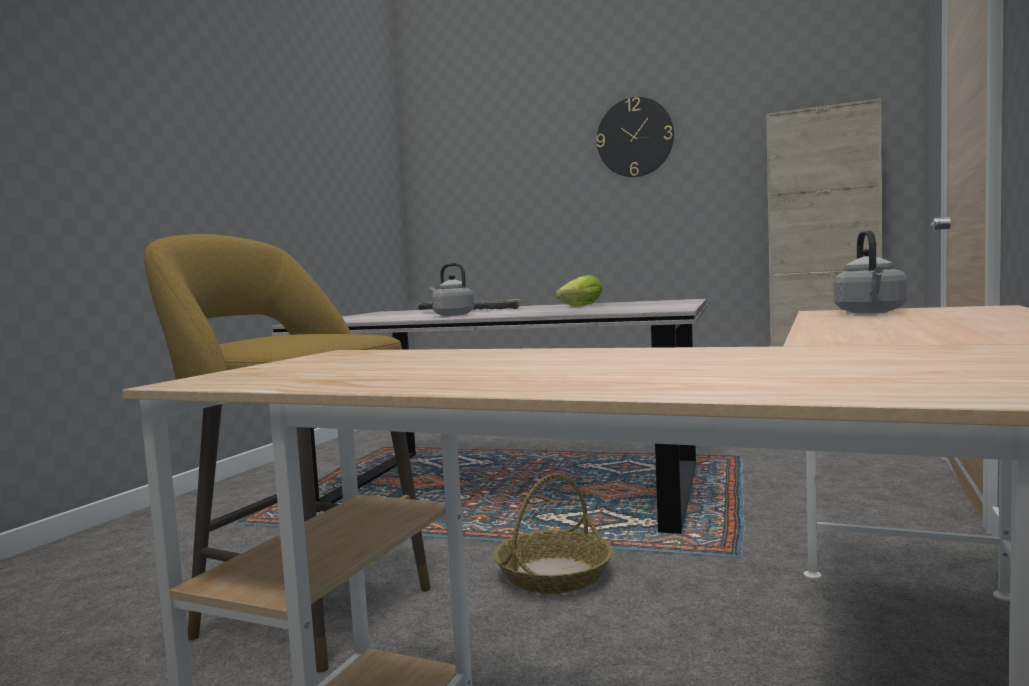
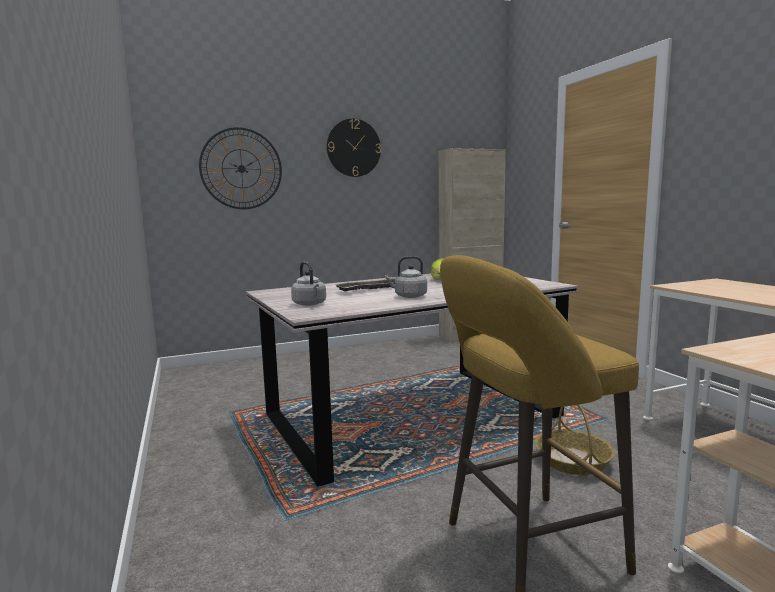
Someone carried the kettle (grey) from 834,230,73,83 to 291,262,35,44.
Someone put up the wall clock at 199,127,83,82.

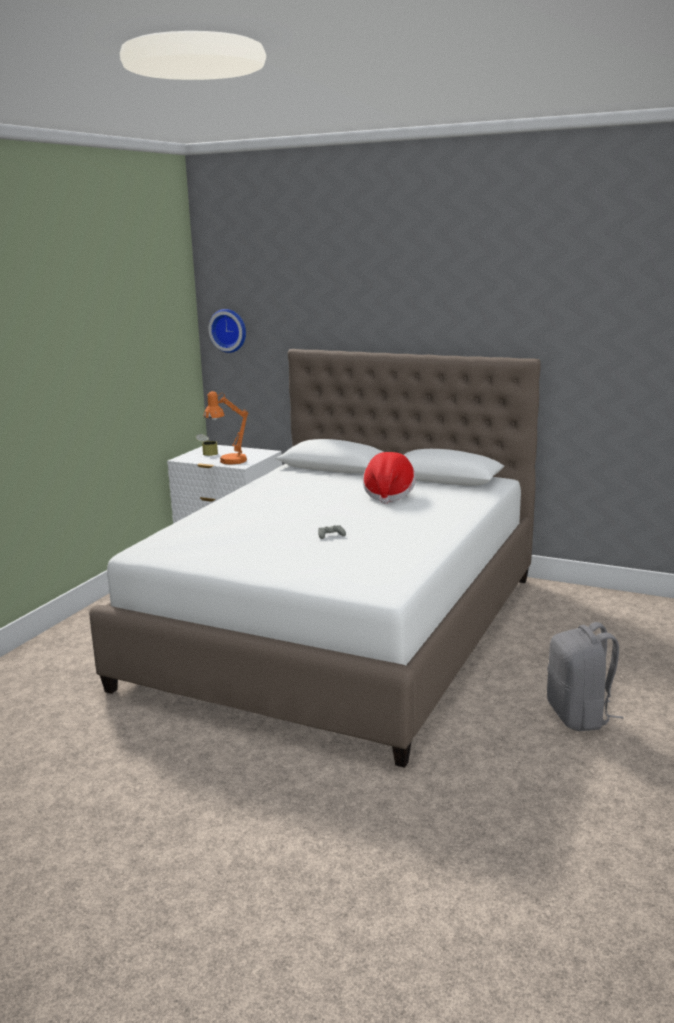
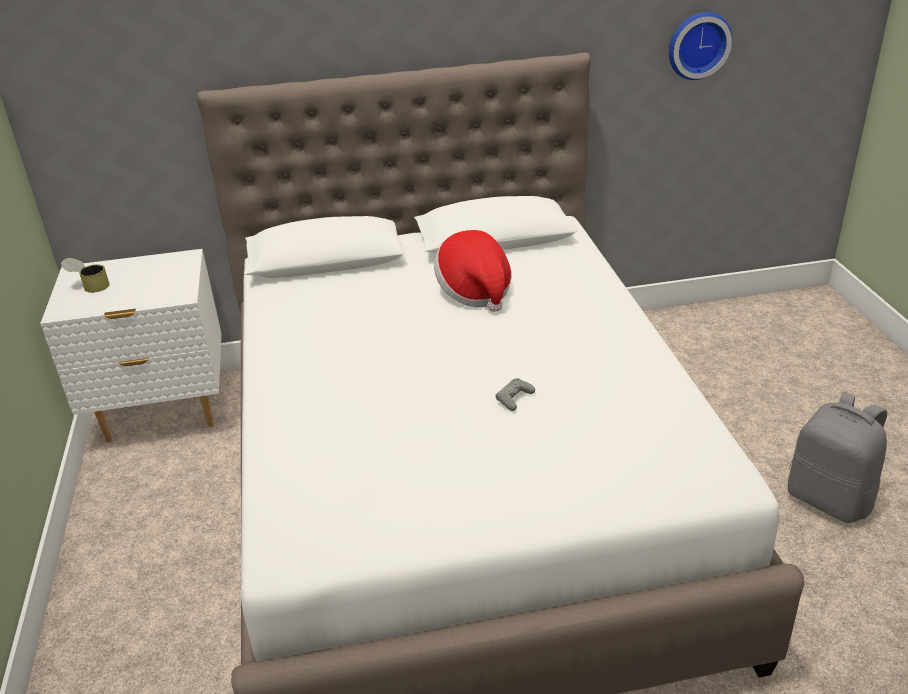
Someone took away the table lamp (orange) at 203,391,45,74.
Someone carried the wall clock from 208,309,38,44 to 669,12,63,68.

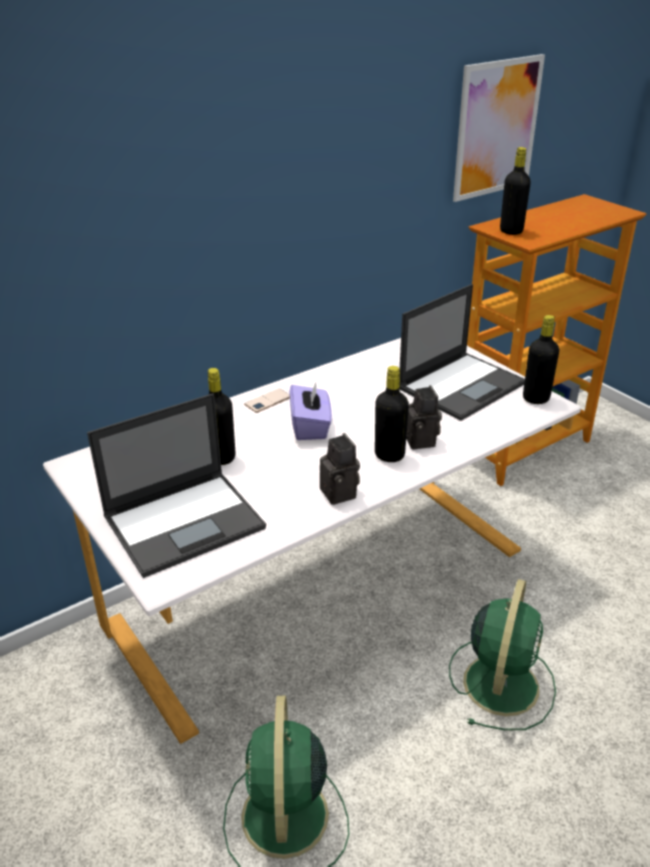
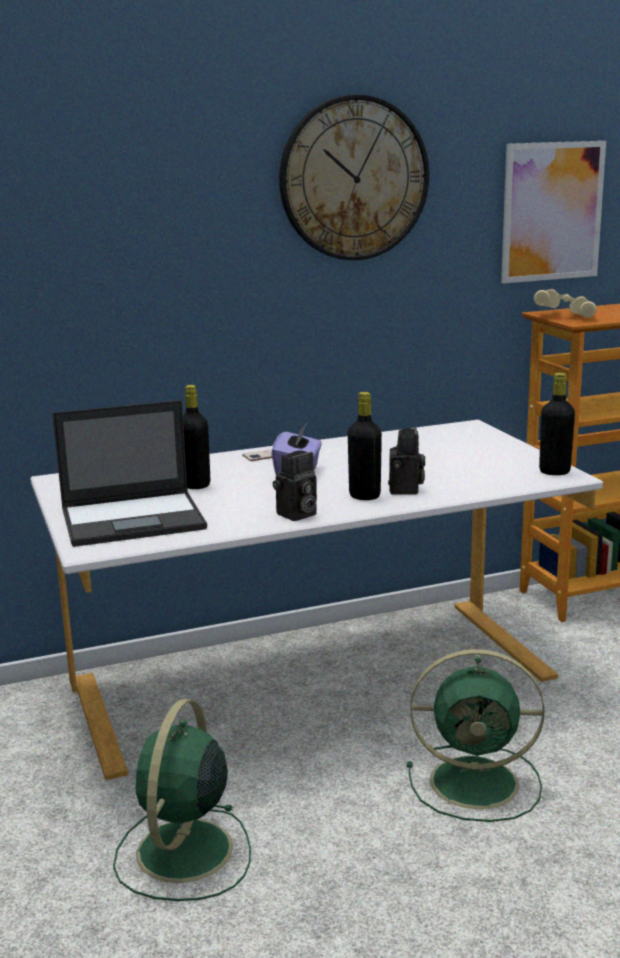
Someone rotated the photo camera at 320,433,40,72 by 60 degrees clockwise.
Someone took away the laptop at 399,284,126,137.
Someone rotated the fan (green) at 449,579,107,151 by 60 degrees clockwise.
Someone swapped the bottle (black) at 500,147,31,88 for the binoculars (beige) at 534,289,63,29.
Someone put up the wall clock at 279,95,150,165.

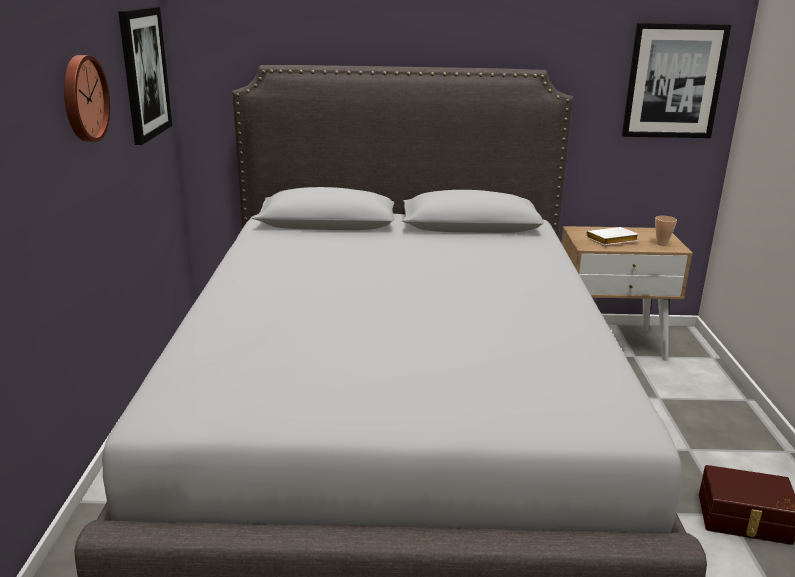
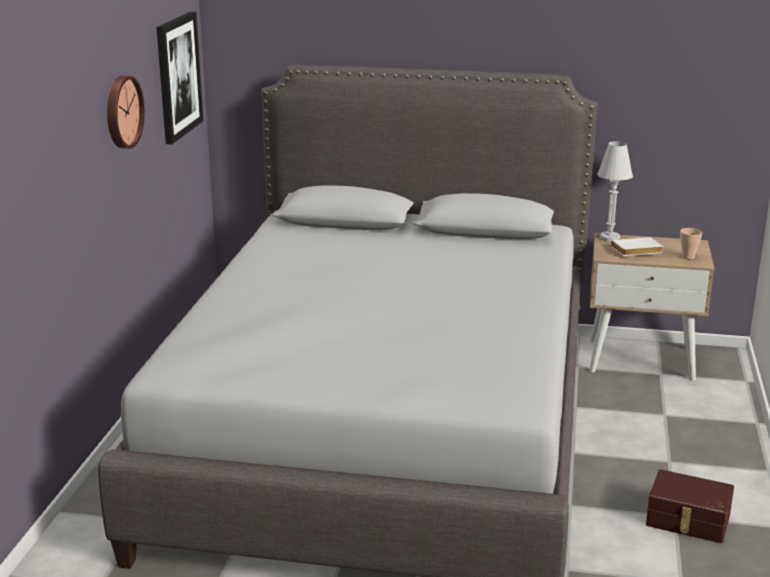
Someone took away the picture at 622,23,109,115.
Someone put down the table lamp (white) at 597,141,36,101.

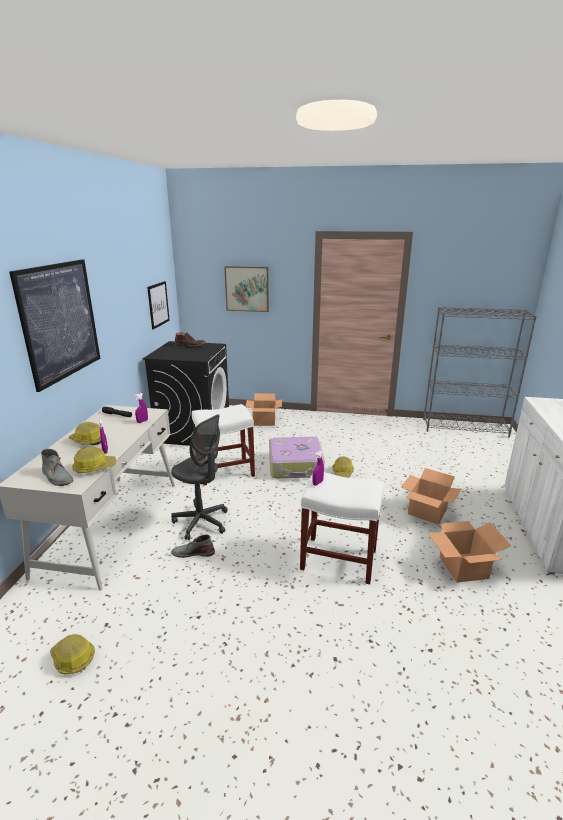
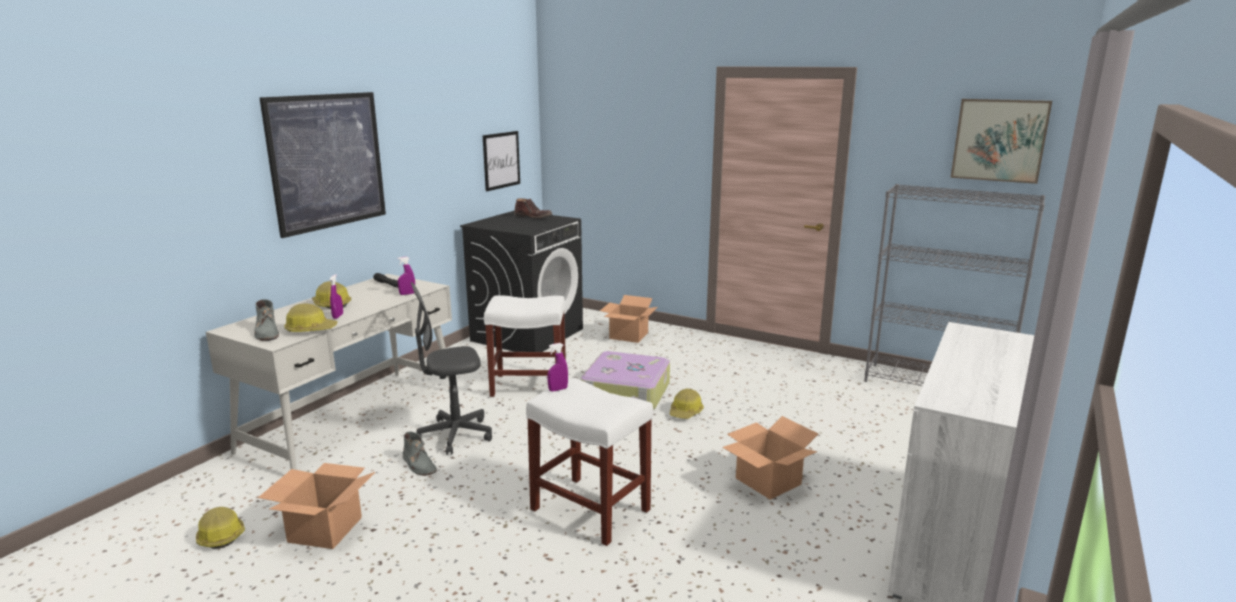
Someone rotated the office chair (grey) at 171,414,57,126 by 105 degrees clockwise.
Someone rotated the boot (grey) at 171,534,44,24 by 150 degrees counterclockwise.
Someone carried the picture from 224,266,45,46 to 950,99,102,85.
Someone carried the cardboard box from 429,521,82,62 to 258,463,117,86.

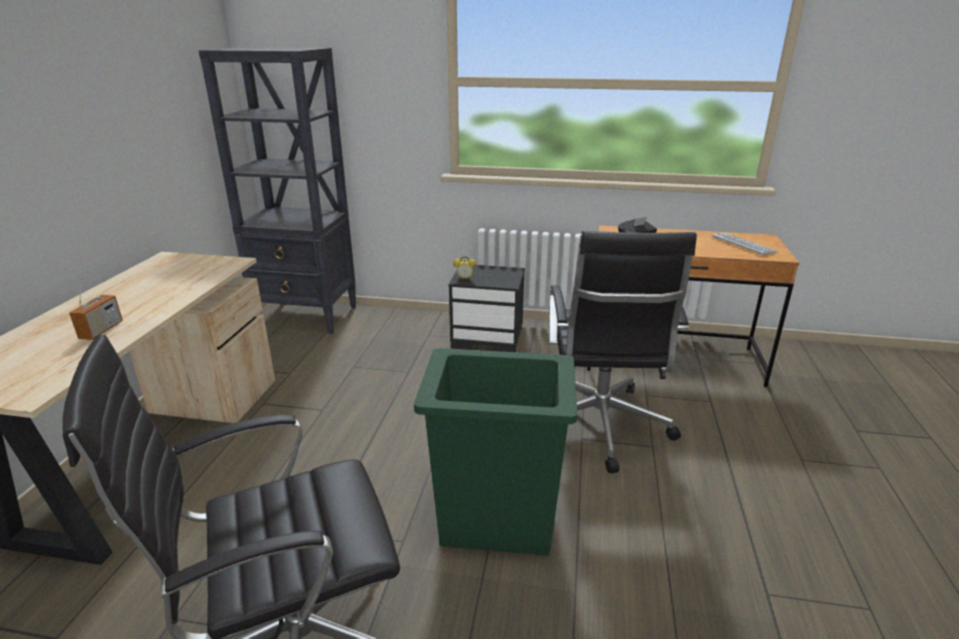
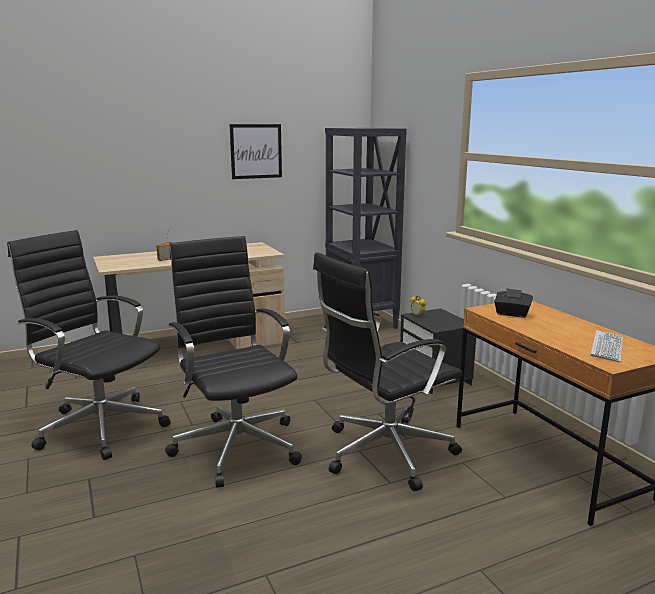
Someone swapped the trash can (green) at 414,348,163,208 for the office chair (black) at 165,236,137,252.
Someone put up the picture at 230,124,52,55.

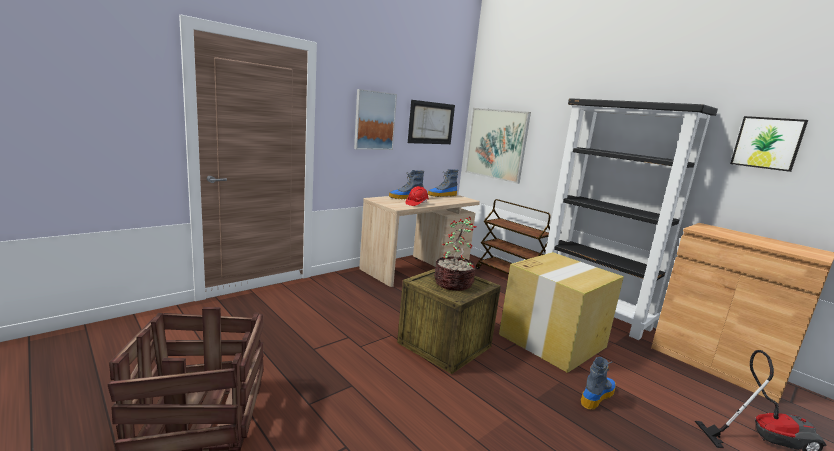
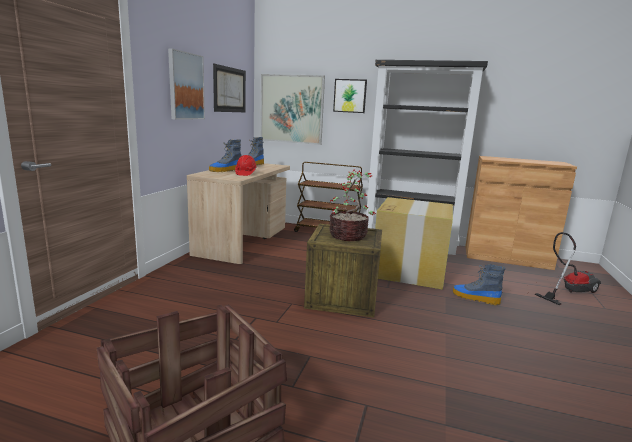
Someone rotated the boot at 581,357,35,53 by 75 degrees counterclockwise.
Someone carried the picture from 730,116,78,56 to 333,79,34,34.

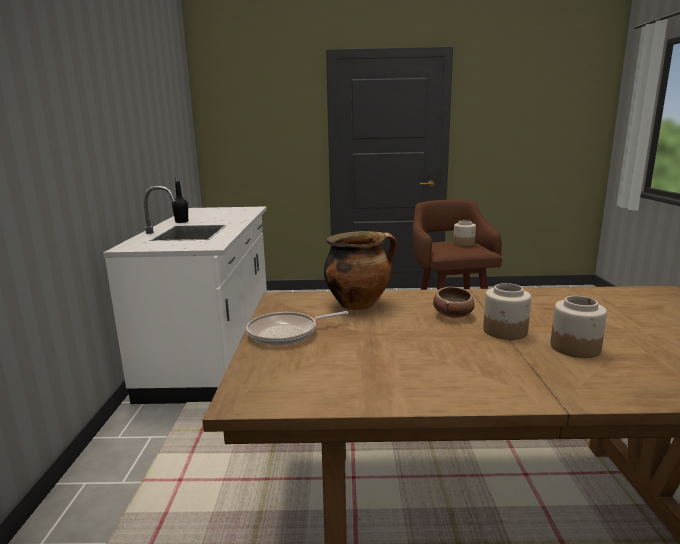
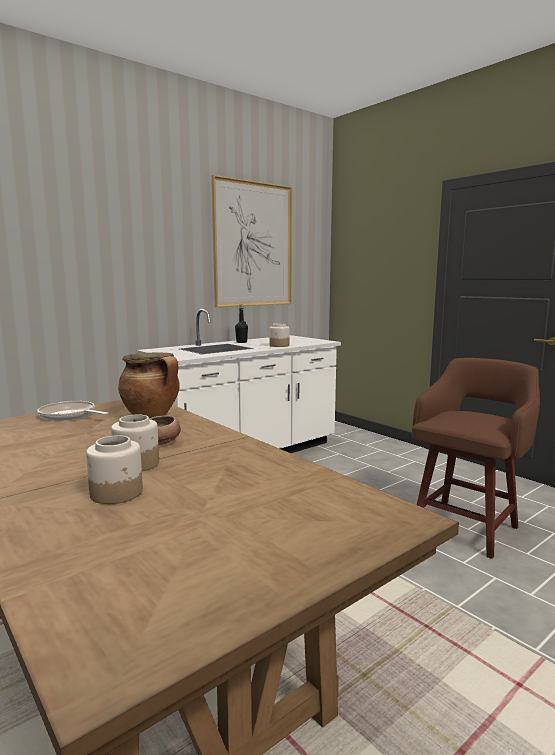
Someone carried the jar from 453,220,23,26 to 269,323,20,24.
Someone put up the picture at 212,175,80,132.

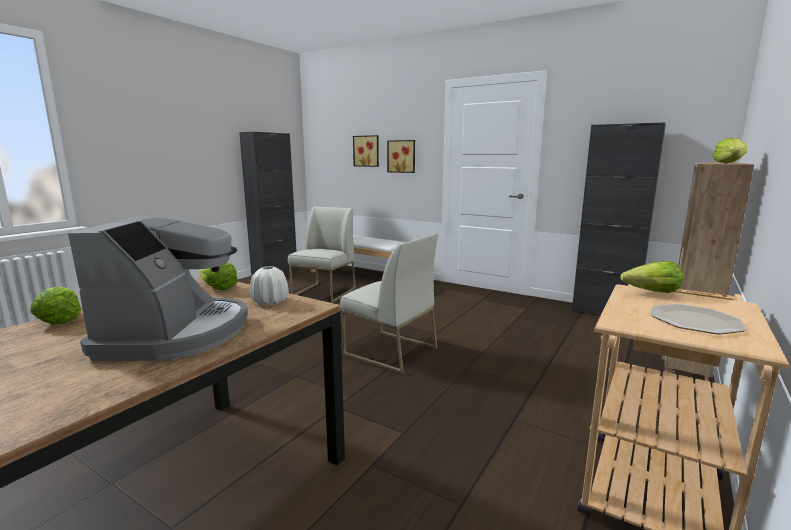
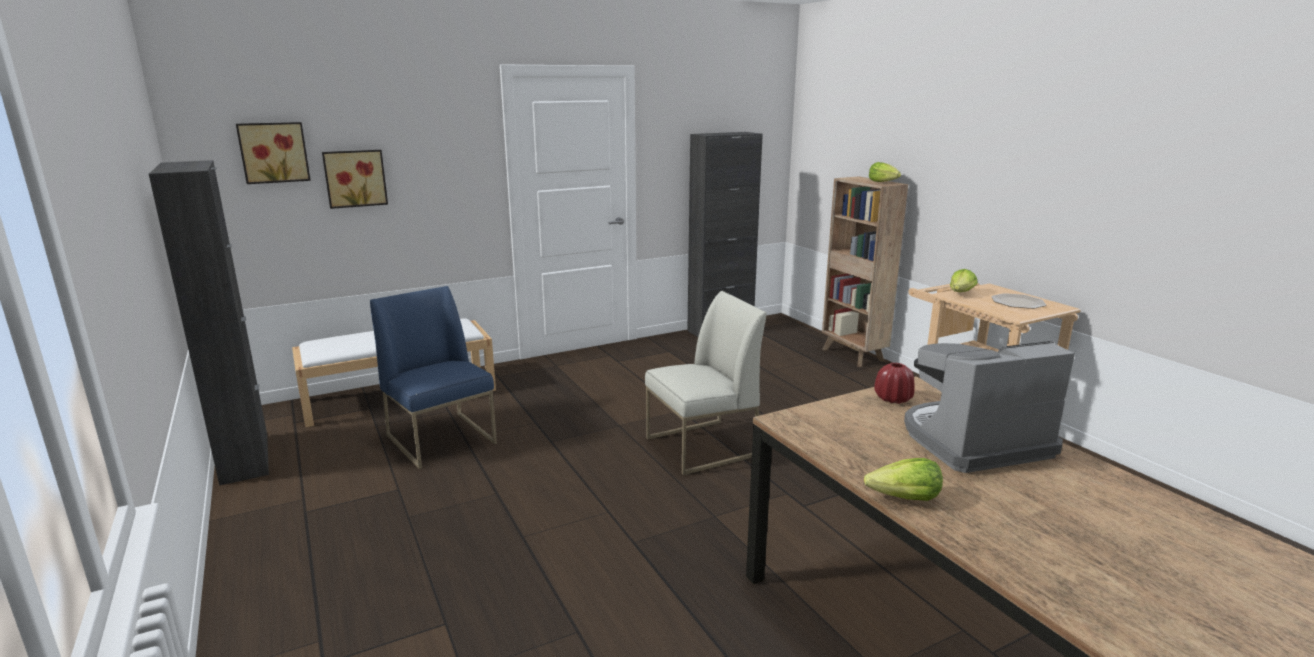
Someone rotated the coffee machine at 68,215,180,146 by 45 degrees counterclockwise.
Someone took away the lettuce at 199,263,39,27.
Someone repainted the vase (white) at 250,266,39,39, which became the vase (red) at 874,363,40,41.
Someone repainted the chair (white) at 288,207,68,96, which became the chair (blue) at 370,286,127,183.
Someone carried the picture from 387,140,28,33 to 236,122,75,62.

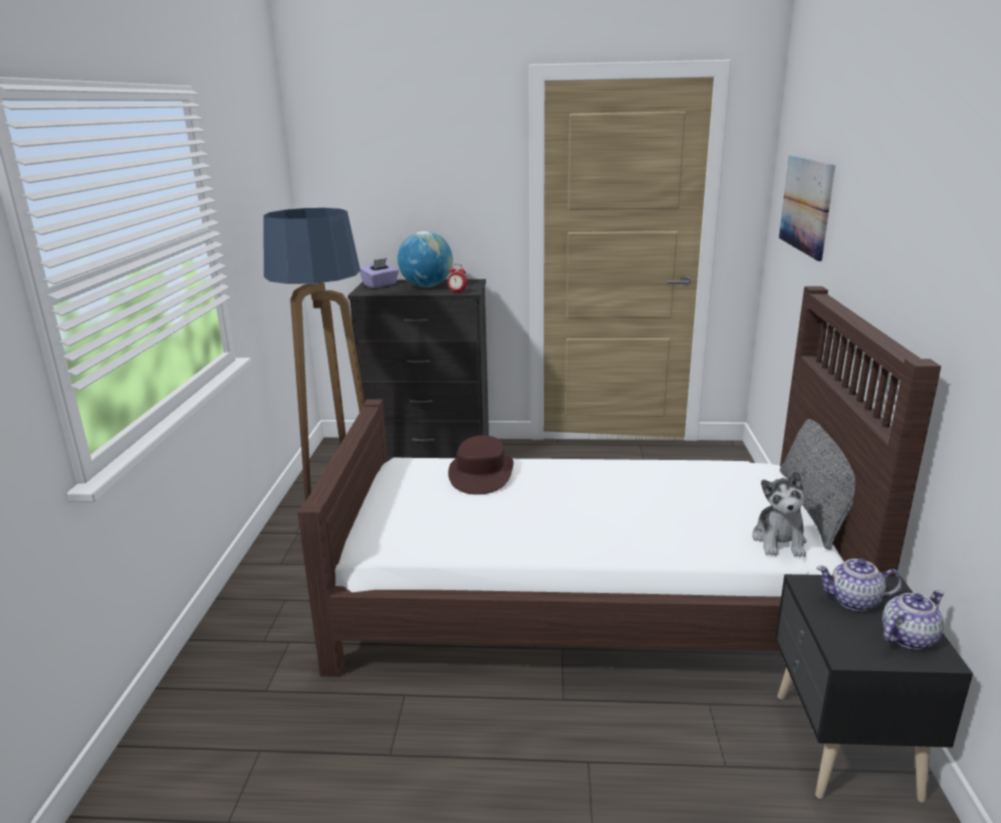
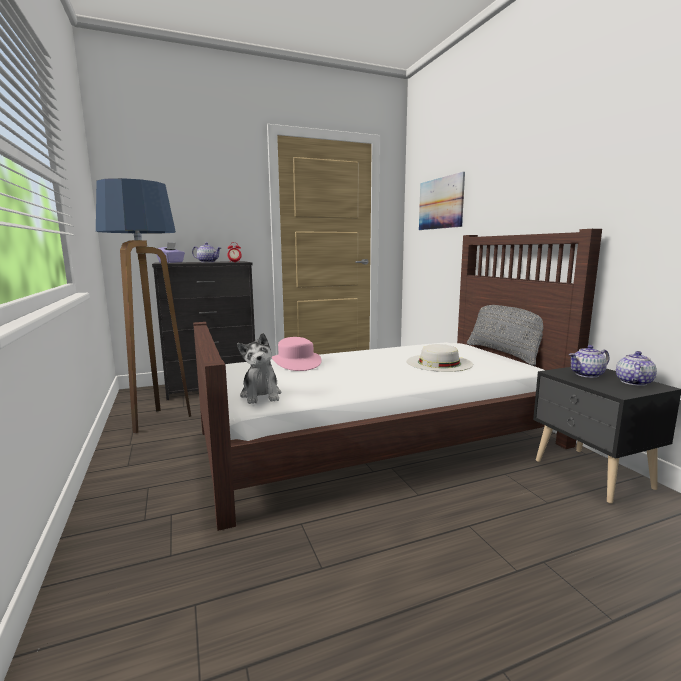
Someone swapped the globe at 397,231,56,56 for the teapot at 192,242,29,20.
Someone repainted the hat (brown) at 448,435,66,60, which became the hat (pink) at 272,337,50,34.
Someone carried the plush toy from 752,471,55,86 to 237,333,44,71.
Someone put down the hat (white) at 407,344,66,28.

